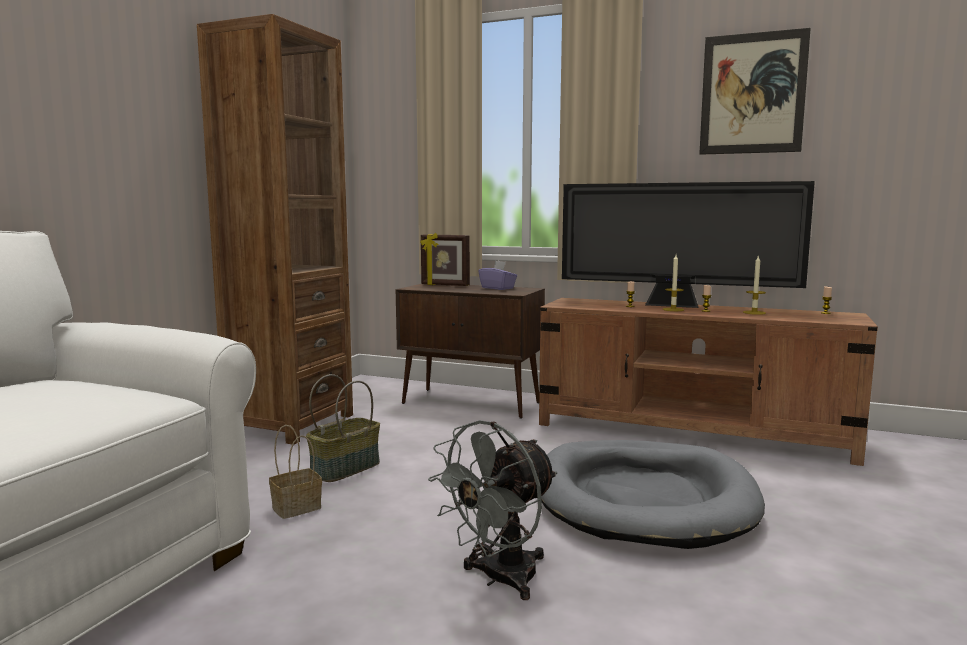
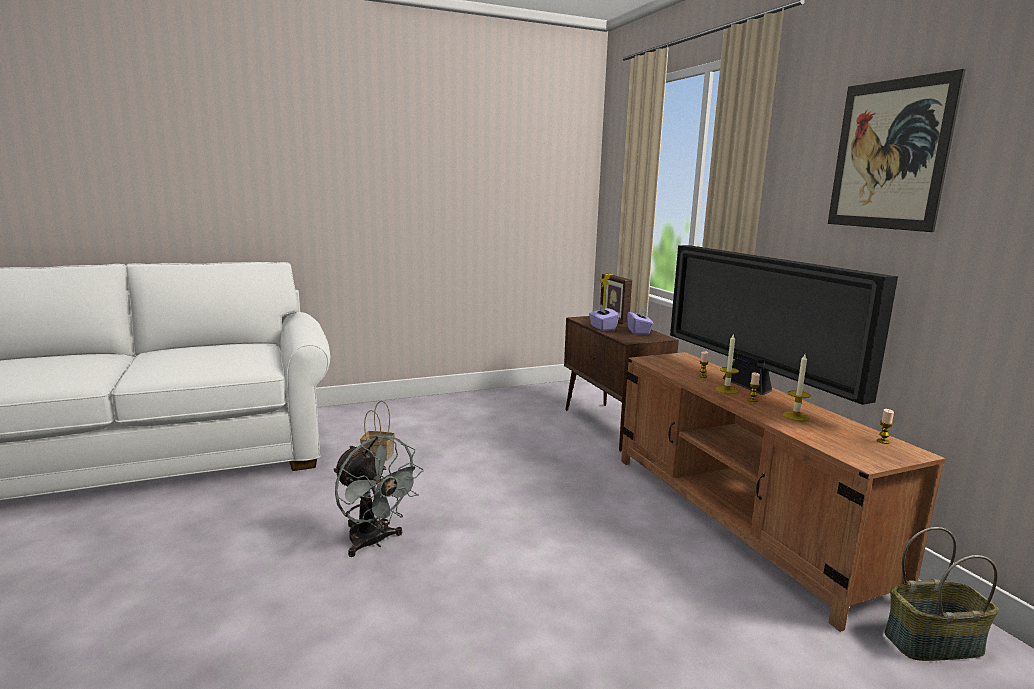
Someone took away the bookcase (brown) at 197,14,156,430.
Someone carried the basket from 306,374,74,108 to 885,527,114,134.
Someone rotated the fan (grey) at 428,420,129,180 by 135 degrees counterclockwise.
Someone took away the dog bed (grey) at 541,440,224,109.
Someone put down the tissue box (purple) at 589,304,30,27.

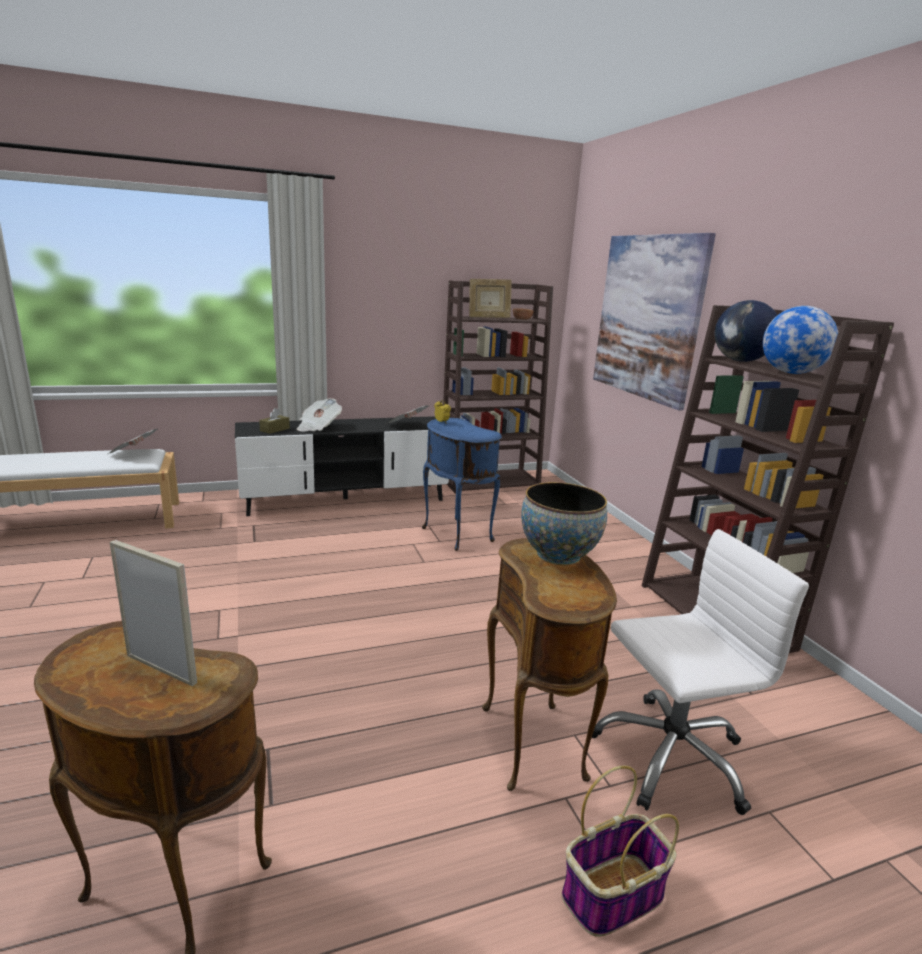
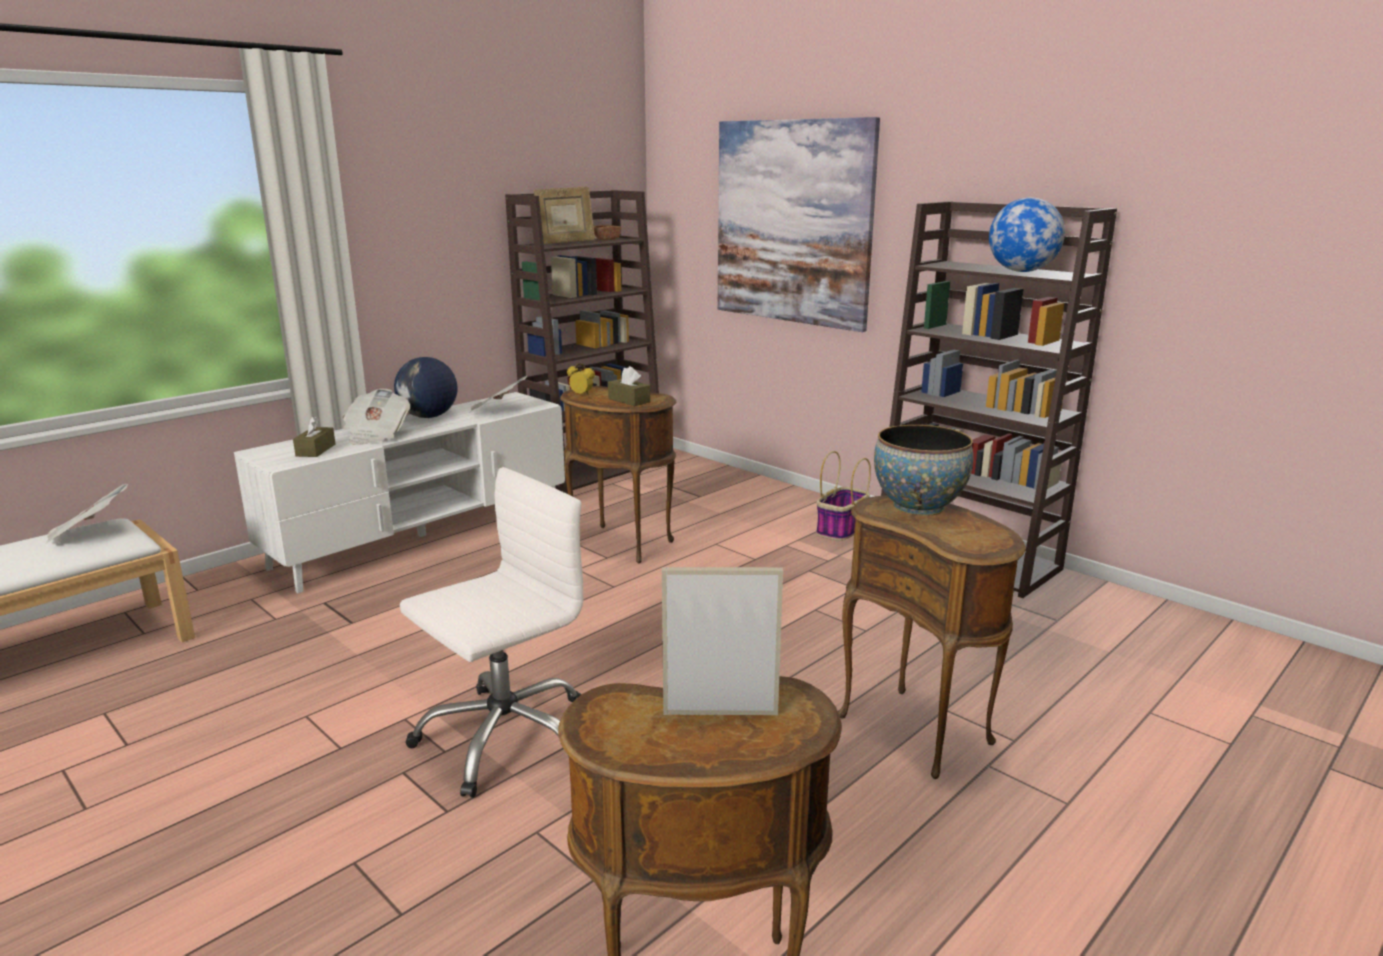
Someone repainted the tv stand (black) at 235,416,214,100, which became the tv stand (white) at 234,392,331,201.
Someone repainted the side table (blue) at 422,418,80,133, which became the side table (brown) at 560,386,116,177.
Someone carried the basket from 561,765,118,172 to 816,451,55,90.
Someone carried the office chair (white) from 592,529,217,286 to 400,467,183,331.
Someone carried the globe from 714,300,63,62 to 394,357,64,61.
Someone put down the tissue box (brown) at 608,366,42,40.

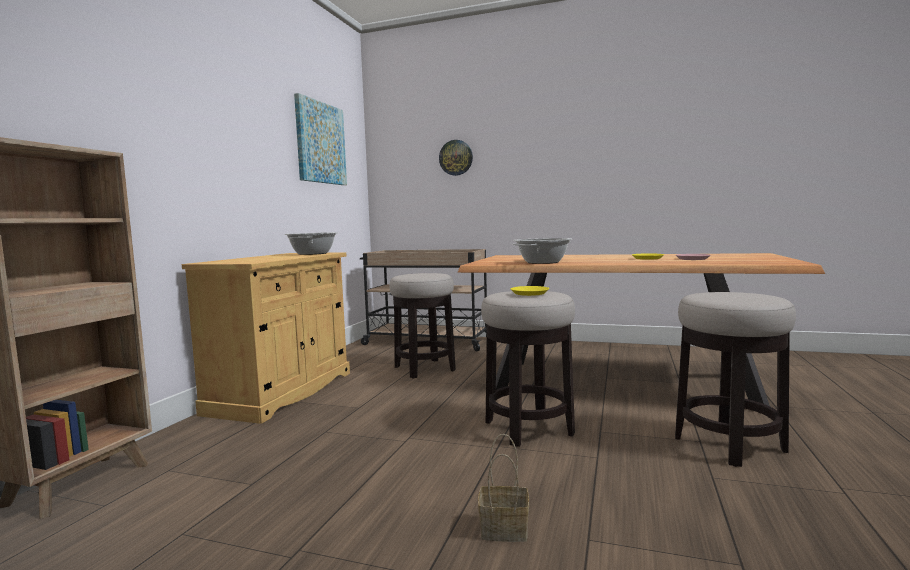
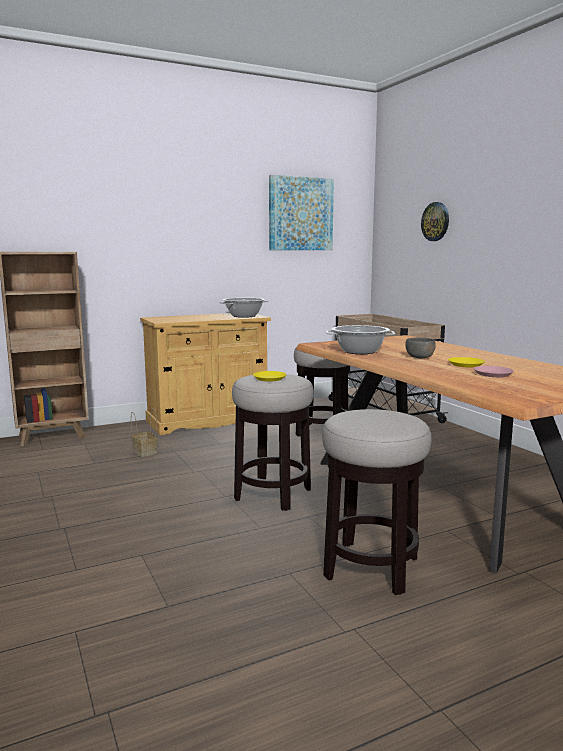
Someone carried the basket from 478,434,51,108 to 131,408,26,49.
Someone put down the bowl (grey) at 405,338,31,20.

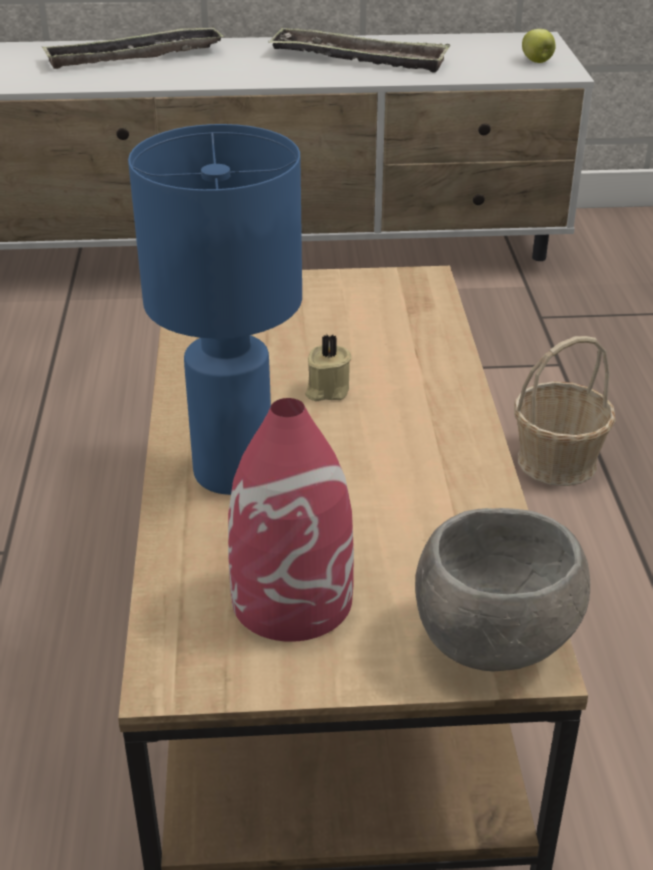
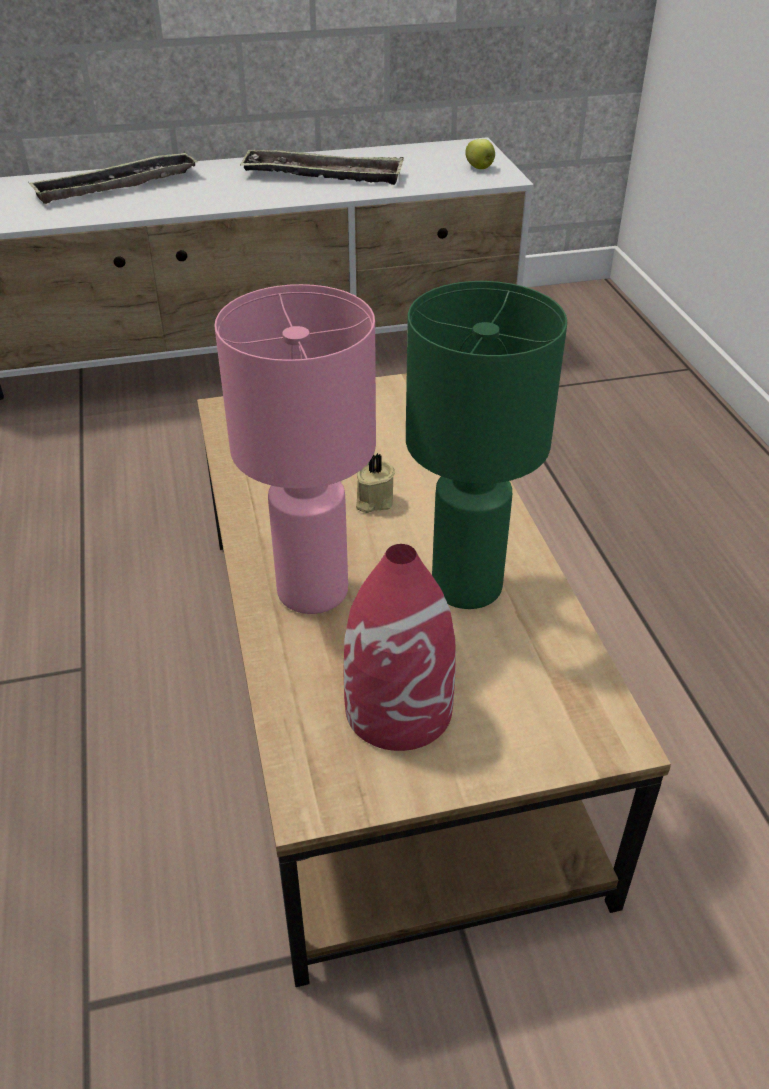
Someone repainted the table lamp (blue) at 128,124,174,371, which became the table lamp (pink) at 214,284,162,330.
Someone took away the bowl (grey) at 415,508,175,164.
Someone took away the basket at 514,336,102,150.
Someone put down the table lamp (green) at 406,281,161,328.

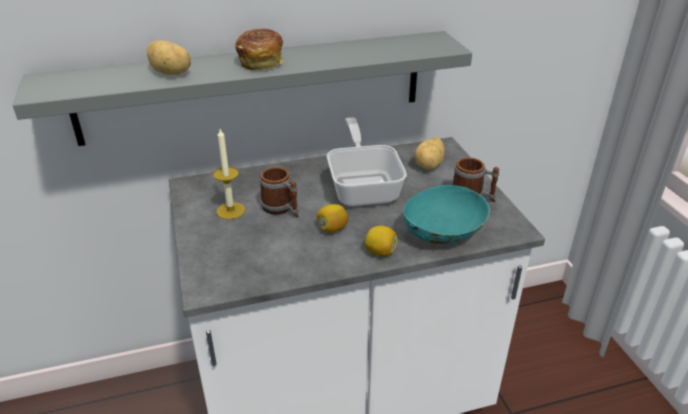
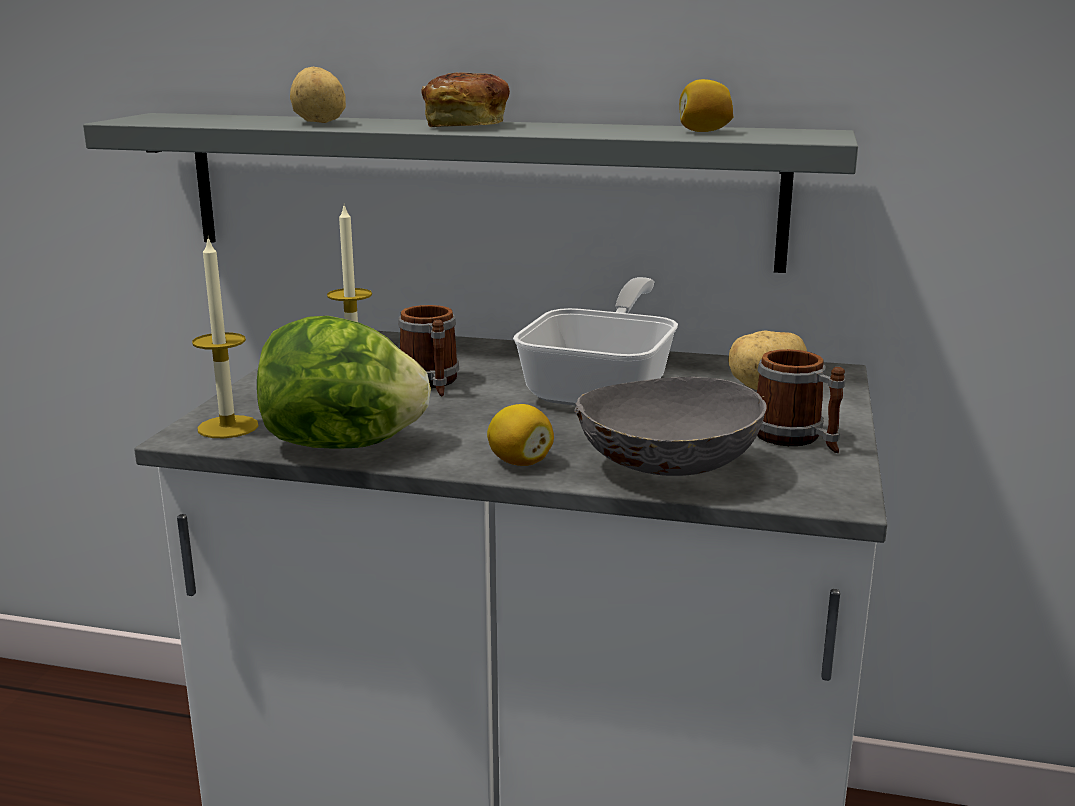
Someone carried the lemon from 317,204,31,29 to 679,79,55,53.
Someone repainted the bowl (turquoise) at 403,185,87,59, which became the bowl (grey) at 574,377,193,99.
Someone put down the candle at 192,236,66,202.
Someone put down the lettuce at 257,316,174,132.

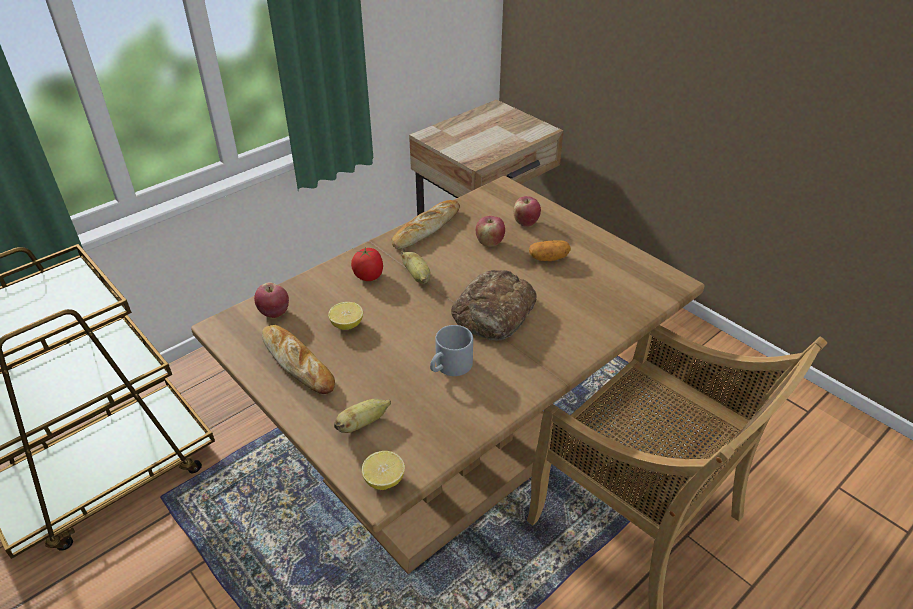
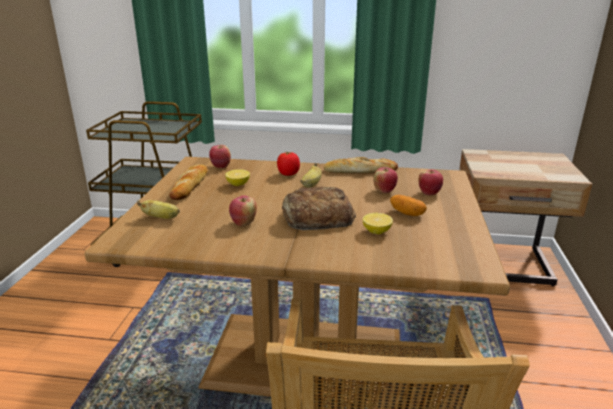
Someone carried the lemon from 362,451,43,39 to 363,213,30,21.
Someone swapped the mug (grey) at 430,325,43,51 for the apple at 229,196,28,30.

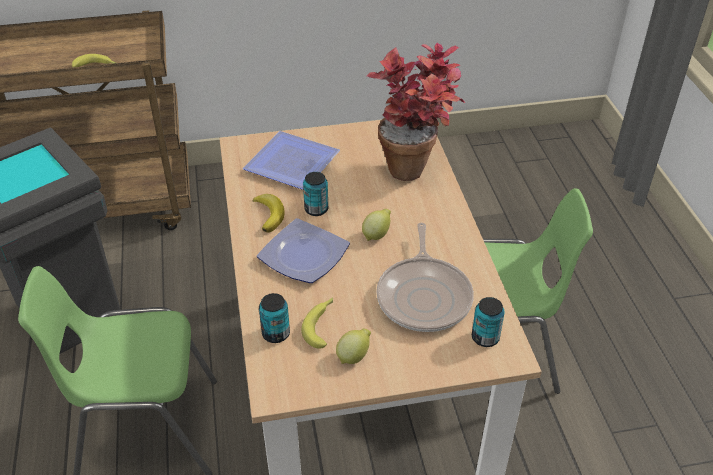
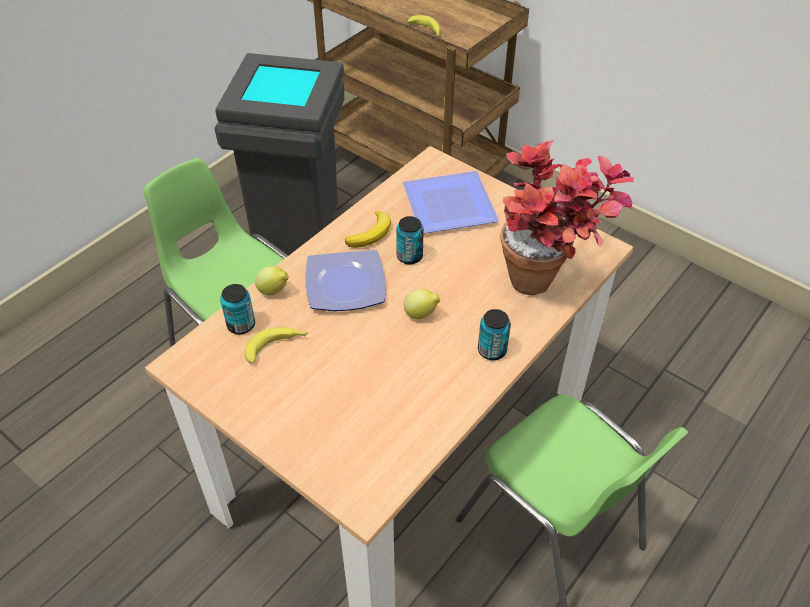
Someone carried the lemon from 336,329,35,35 to 255,266,34,29.
Someone took away the frying pan at 376,223,98,109.
Someone carried the can from 472,297,33,50 to 478,309,33,51.

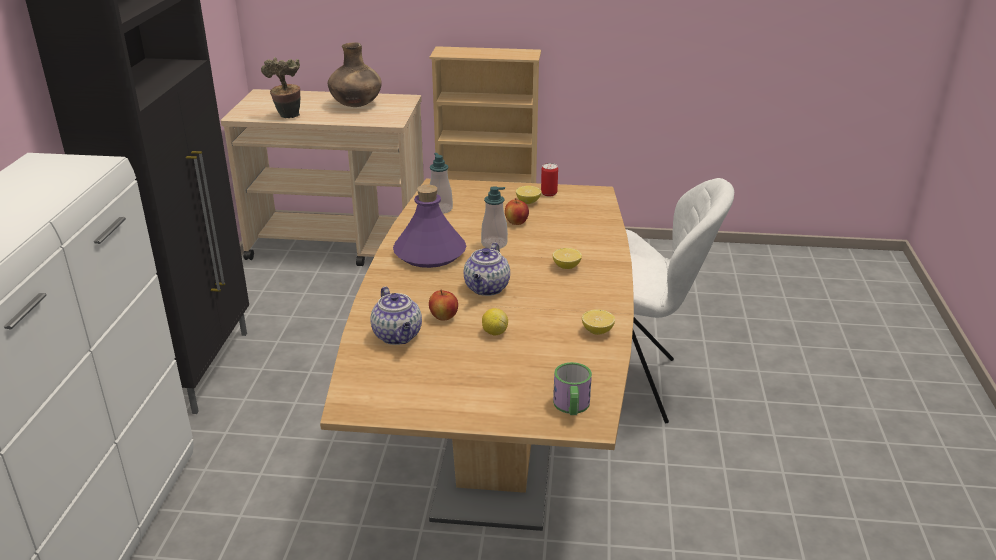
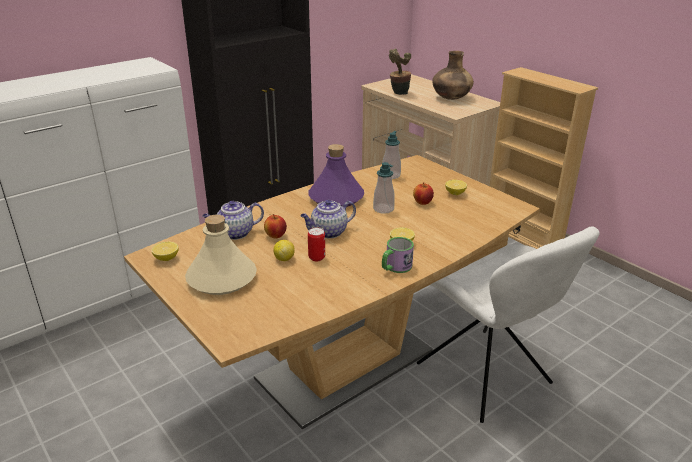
Someone rotated the teapot at 370,286,52,59 by 45 degrees clockwise.
Someone carried the can from 541,163,17,34 to 308,227,17,34.
Someone carried the mug from 553,362,39,53 to 382,237,32,36.
Someone carried the lemon from 582,309,33,26 to 152,242,26,19.
Someone put down the bottle (beige) at 185,215,72,80.

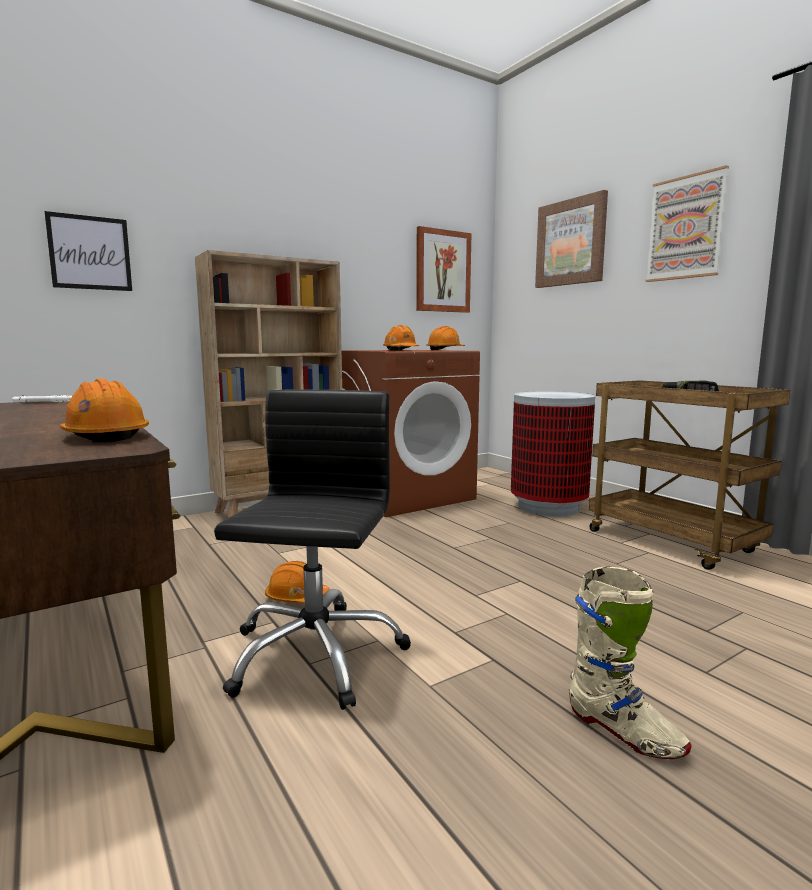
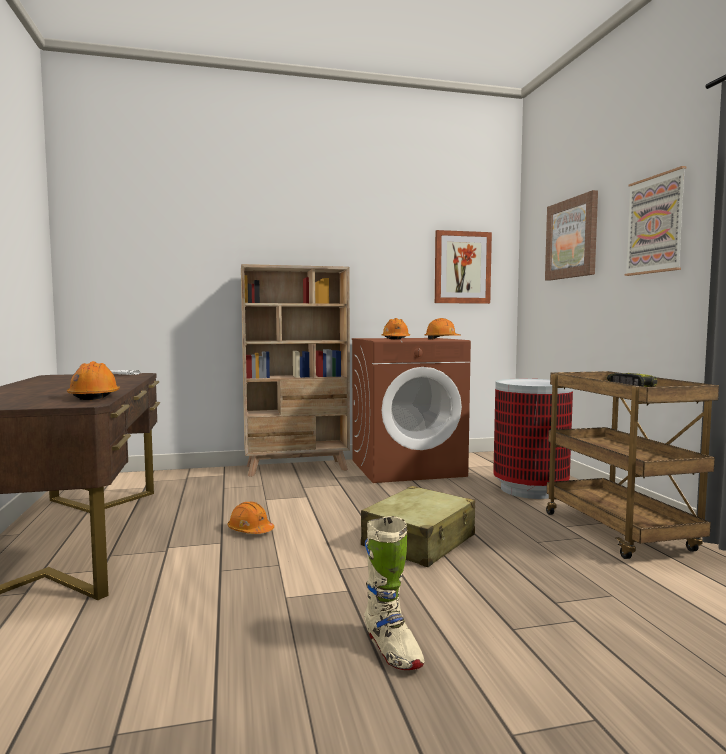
Someone took away the picture at 44,211,88,80.
Someone took away the office chair (black) at 214,390,197,320.
Someone put down the suitcase (beige) at 361,486,114,81.

